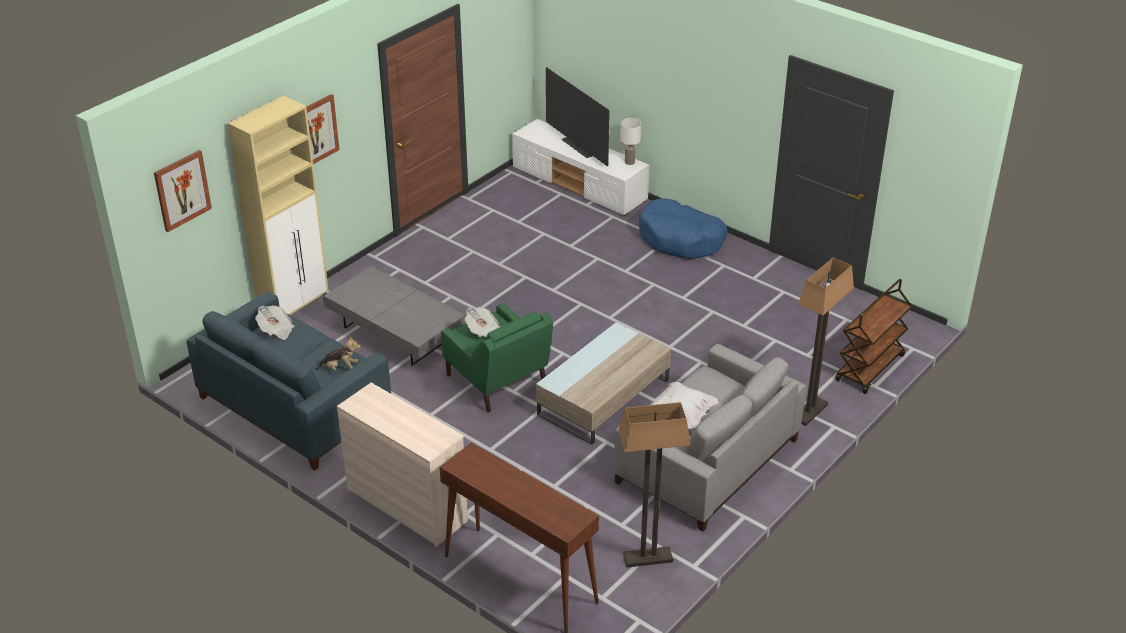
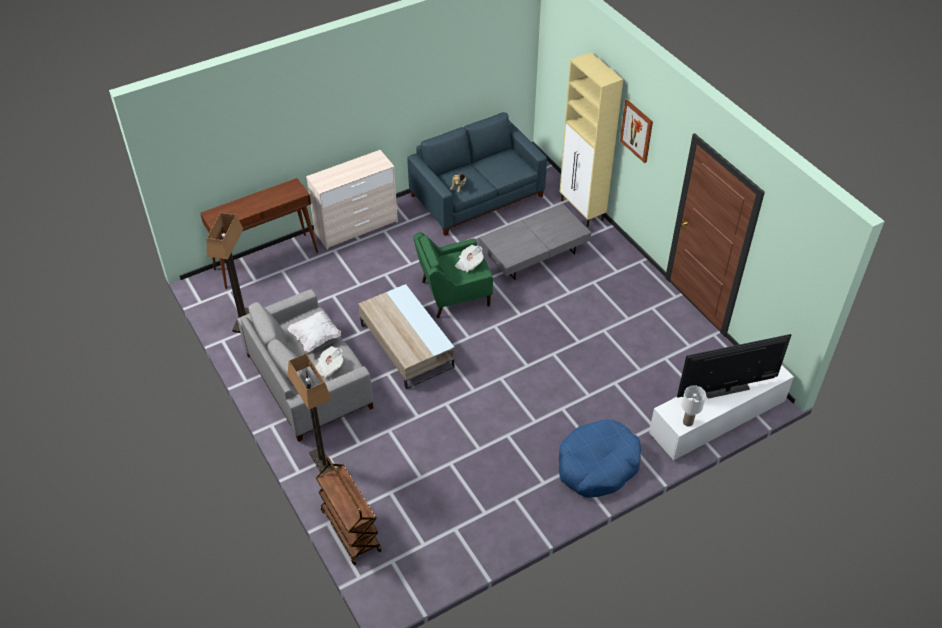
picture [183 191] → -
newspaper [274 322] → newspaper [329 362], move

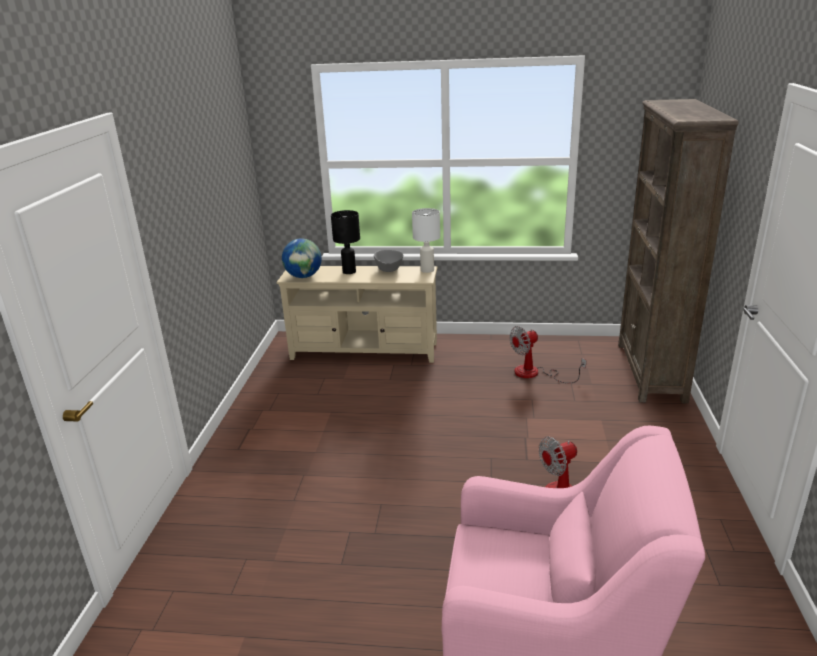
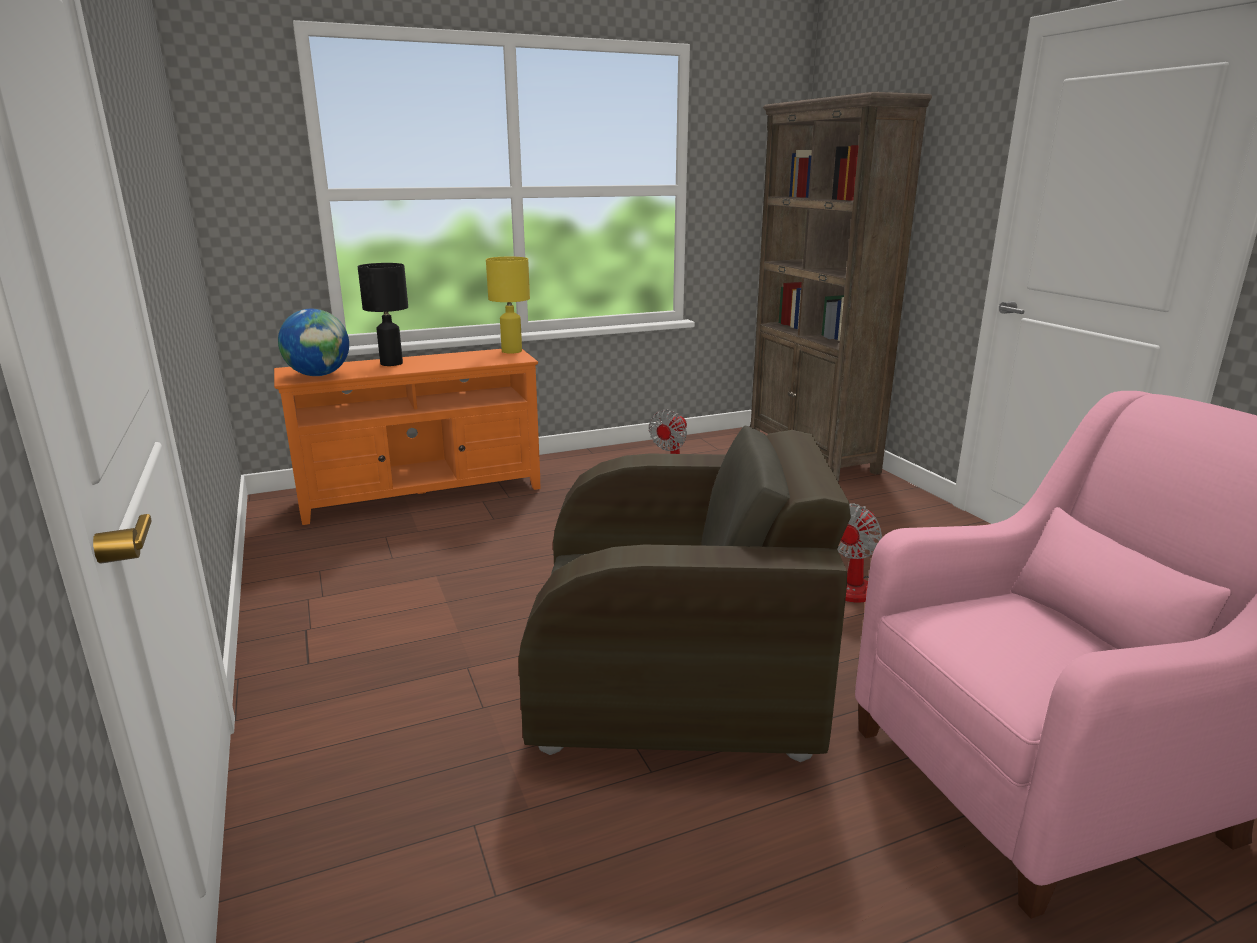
tv stand (beige) [357 314] → tv stand (orange) [407 437]
bowl (grey) [388 261] → -
table lamp (white) [426 240] → table lamp (yellow) [508 305]
- → armchair (brown) [684 594]

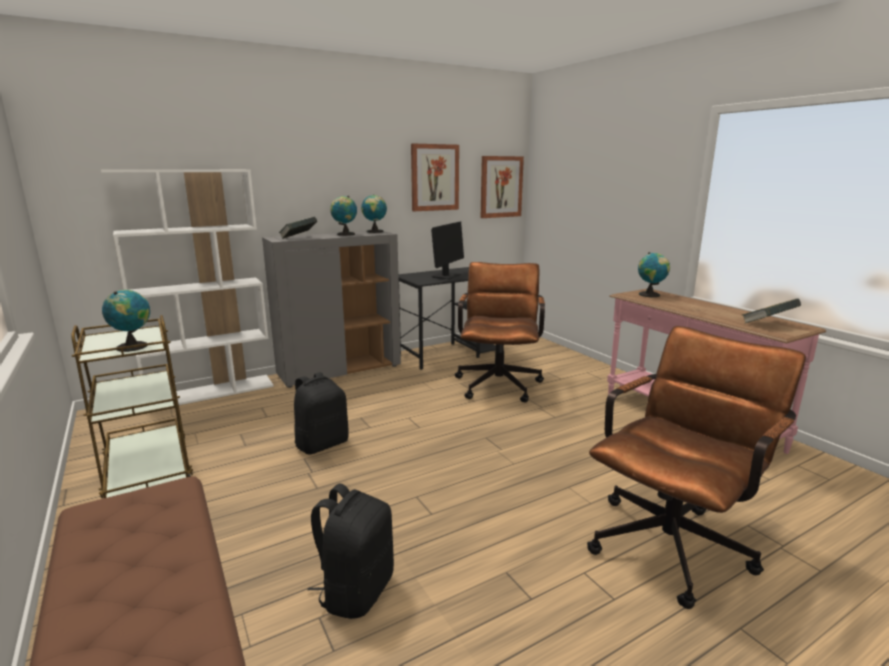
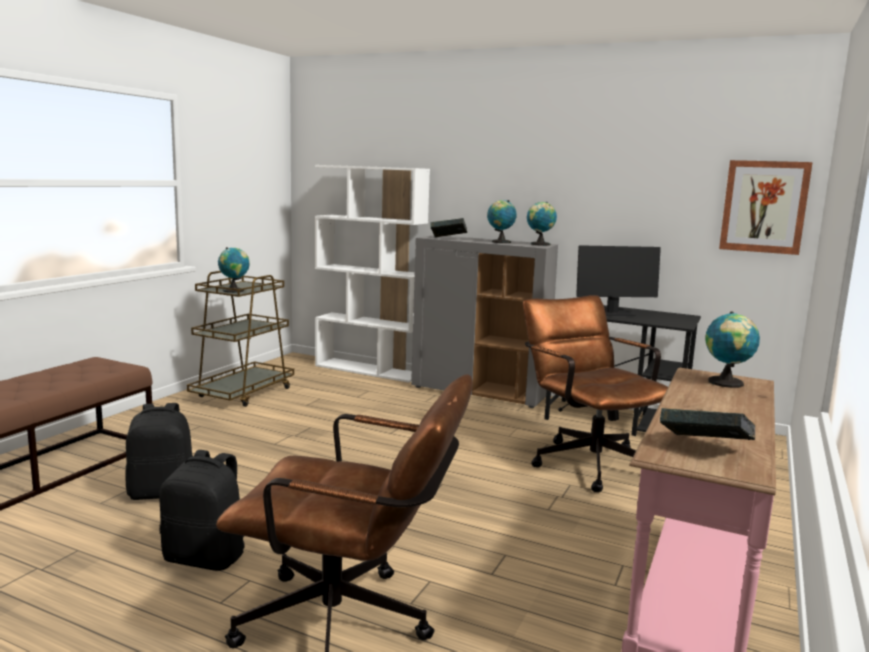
backpack (black) [321 413] → backpack (black) [202 510], move
picture [435 177] → -
office chair (brown) [499 332] → office chair (brown) [595 394], 90 degrees counterclockwise

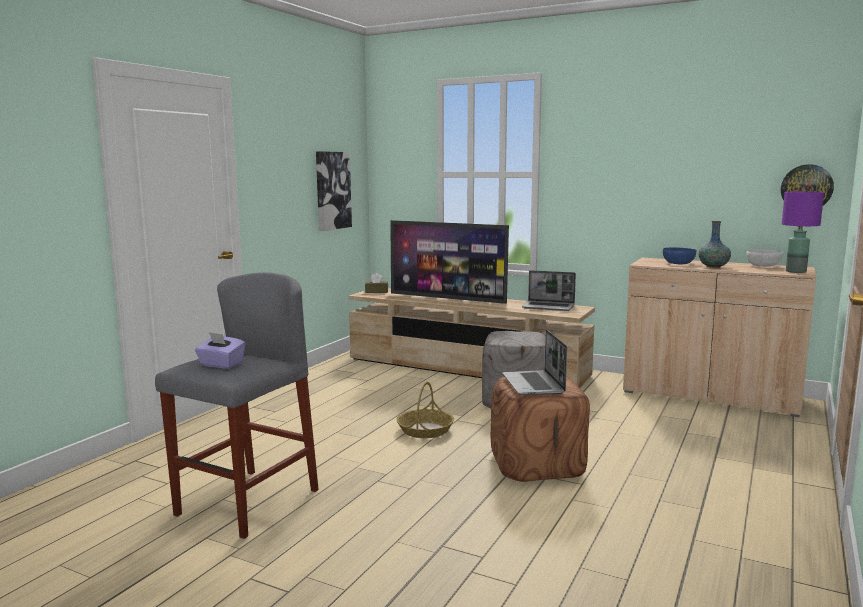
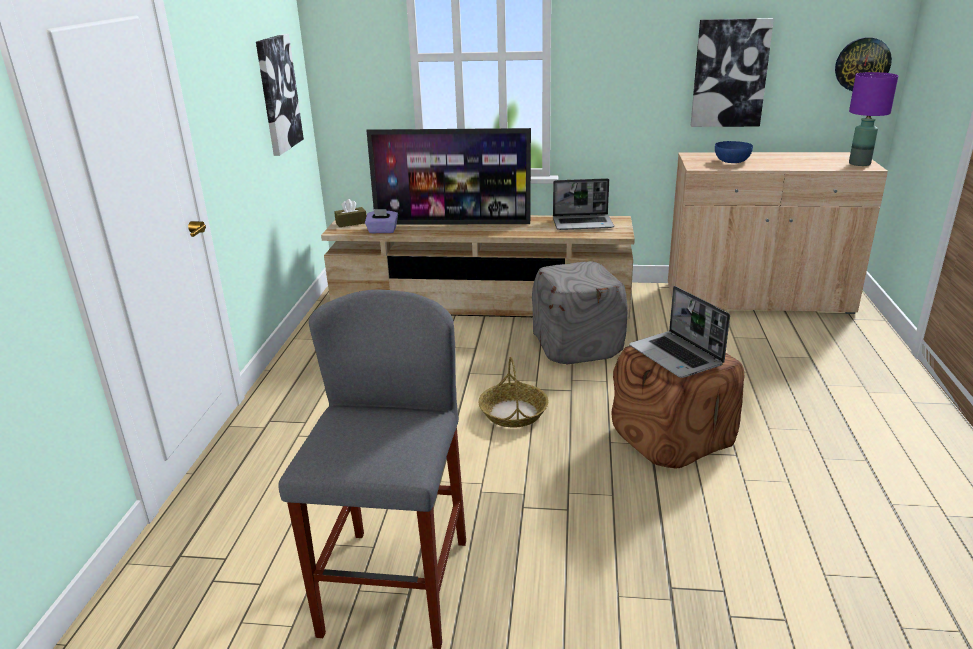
tissue box (purple) [220 350] → tissue box (purple) [381 221], move
vase [715 244] → -
bowl (white) [765 258] → -
- → picture [732 72]

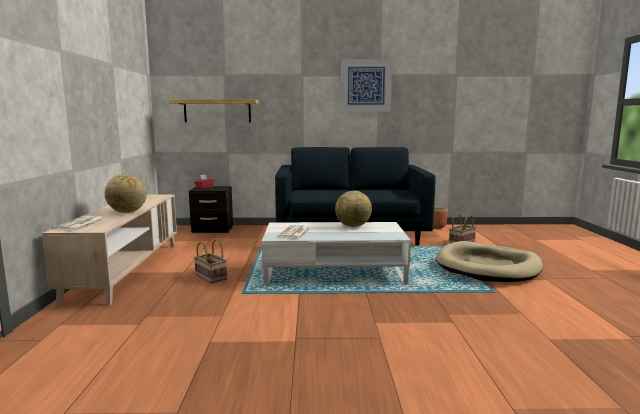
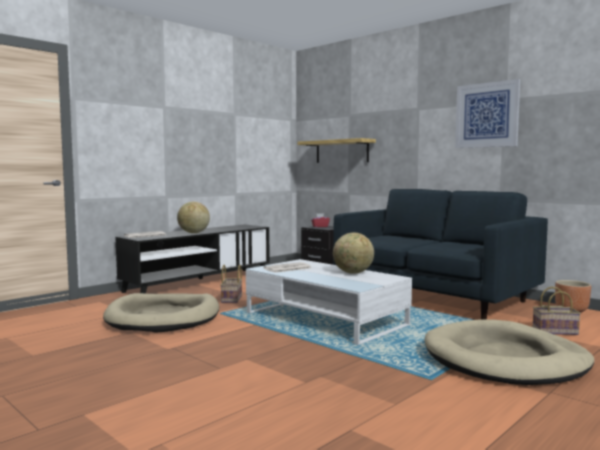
tv stand (beige) [109 250] → tv stand (black) [192 258]
- → dog bed (beige) [161 313]

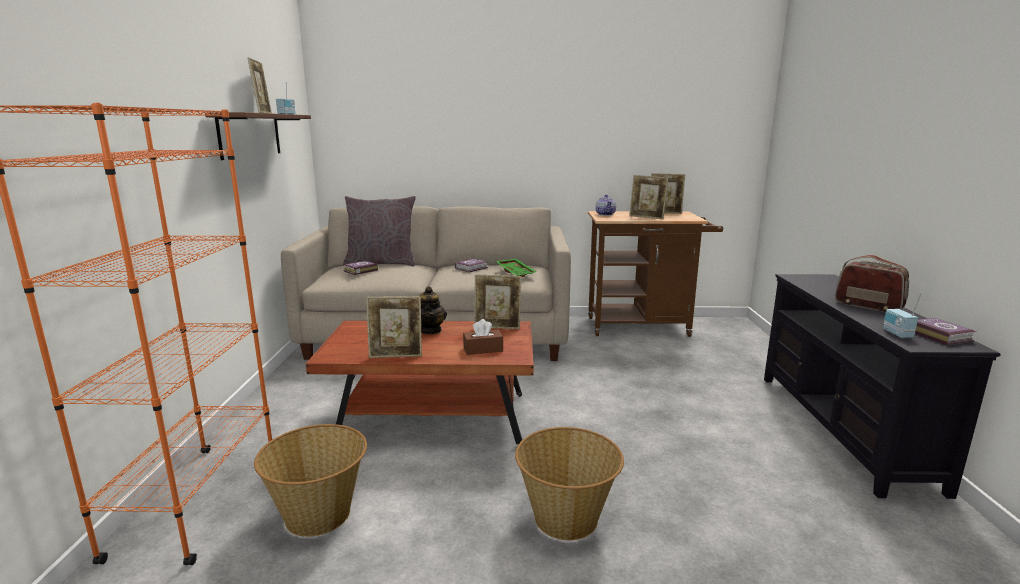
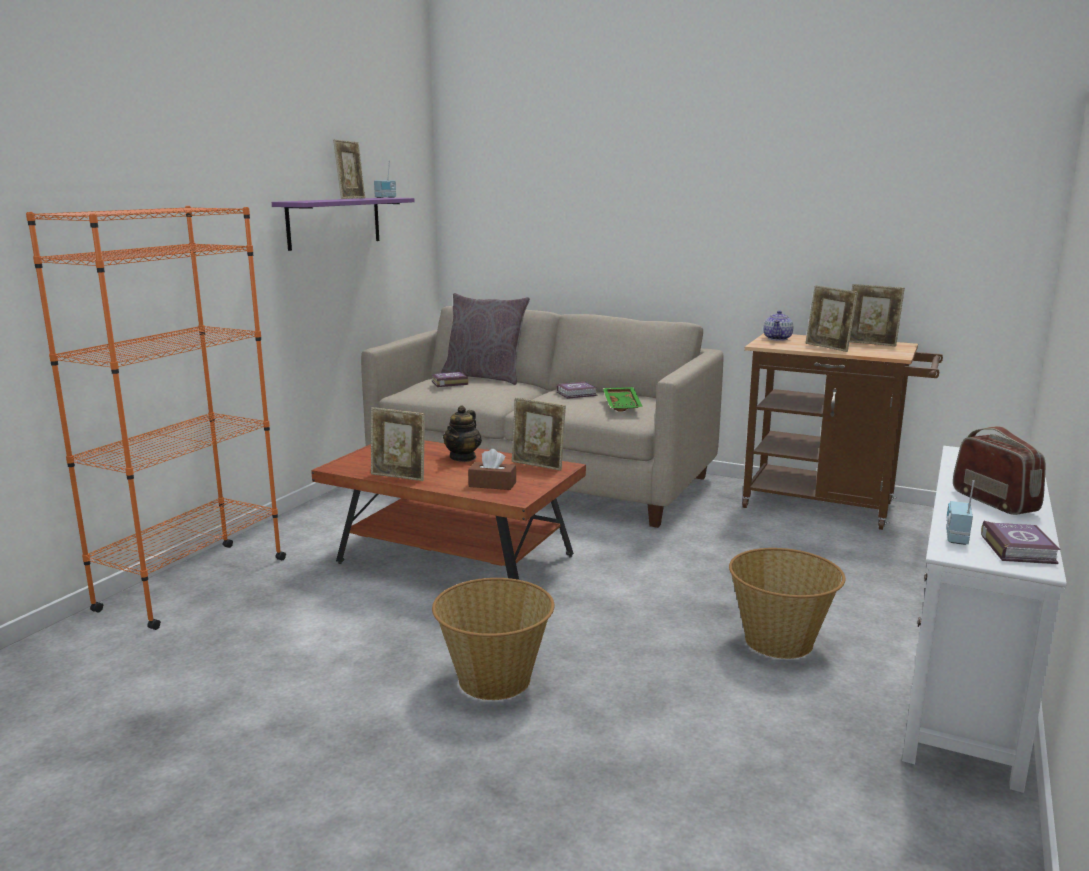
shelf (brown) [258 136] → shelf (purple) [343 224]
basket [310 480] → basket [787 603], move
tv stand (black) [882 386] → tv stand (white) [984 619]

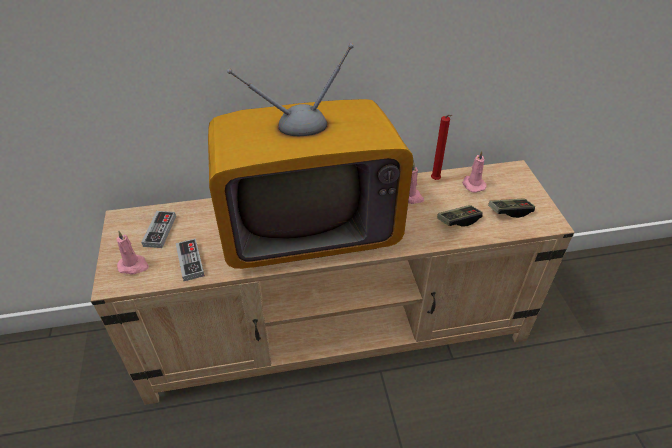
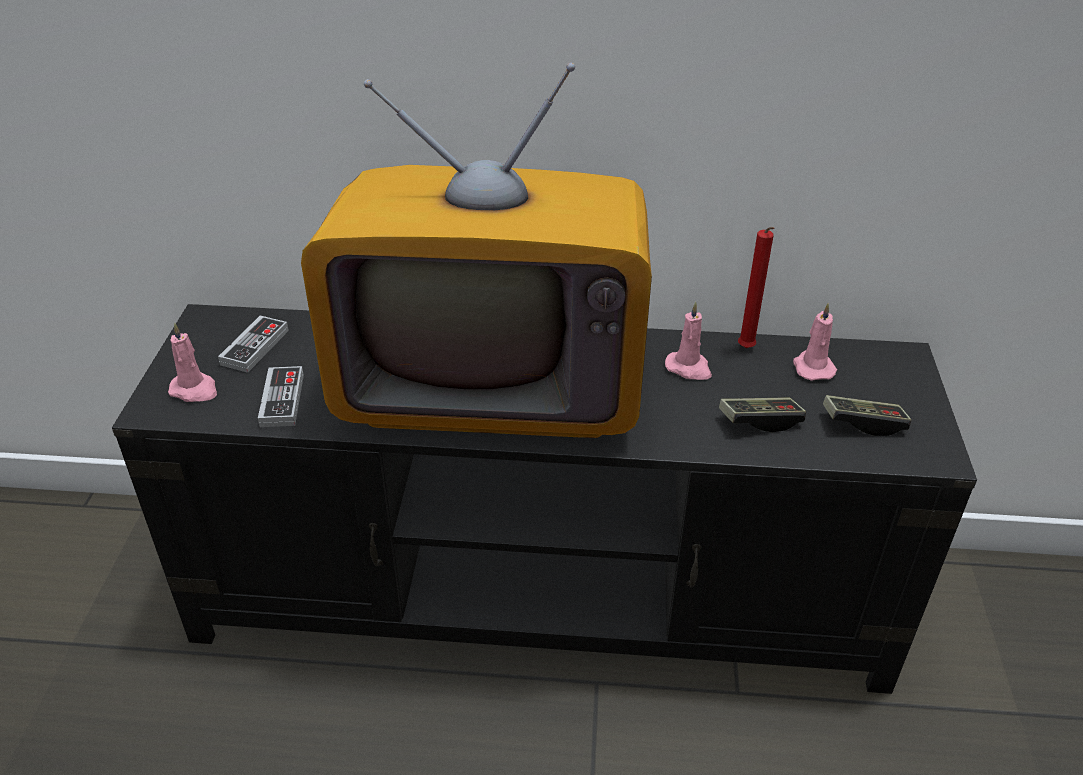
tv stand (beige) [333 282] → tv stand (black) [544 499]

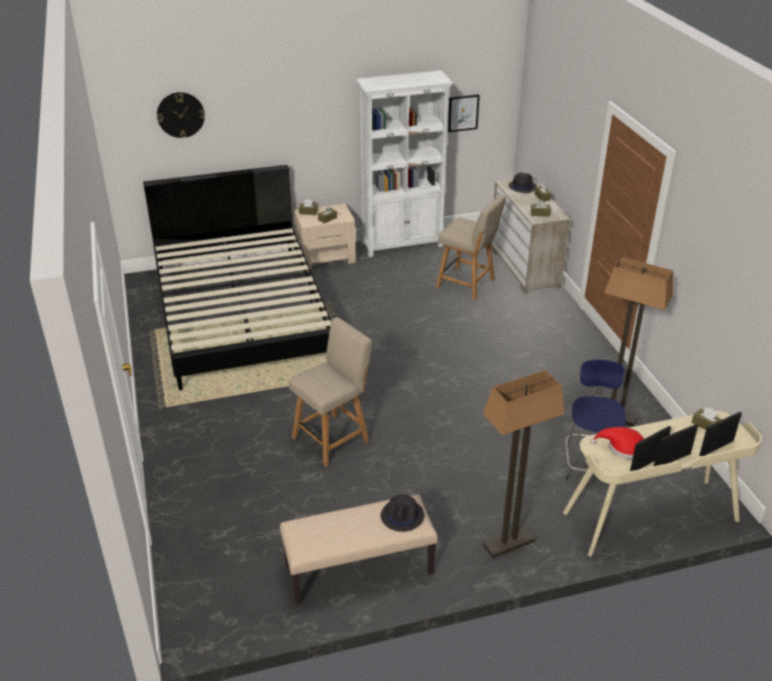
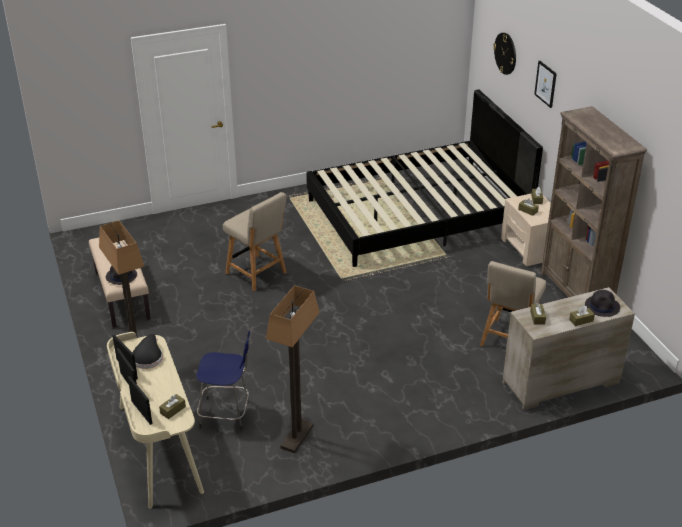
bookcase (white) [404 163] → bookcase (brown) [593 201]
picture [464 113] → picture [545 84], move
hat (red) [617 443] → hat (black) [147 351]

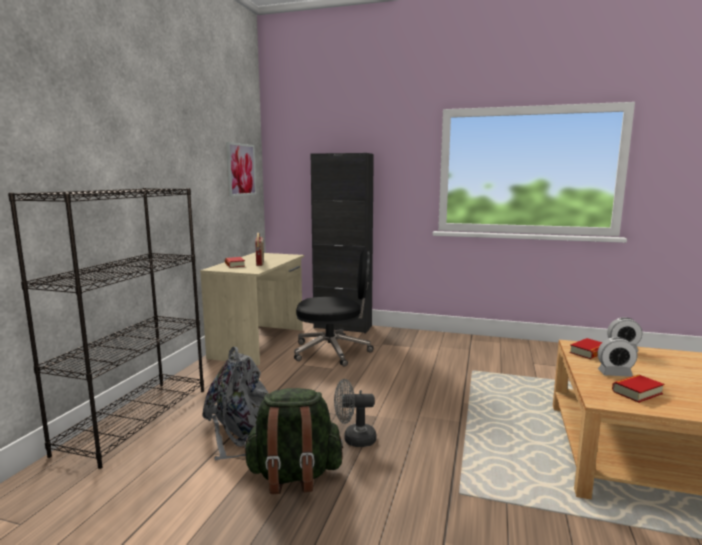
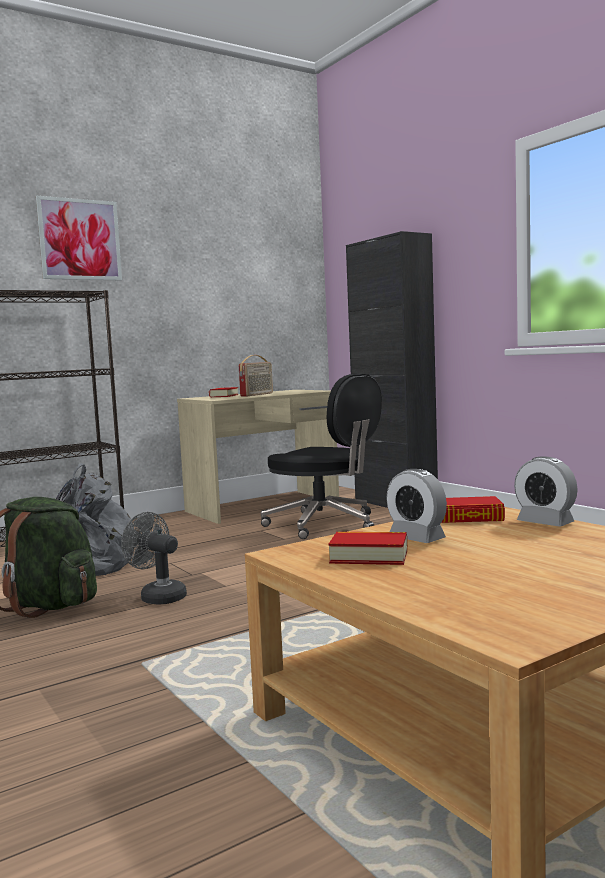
picture [241 169] → picture [79 238], move

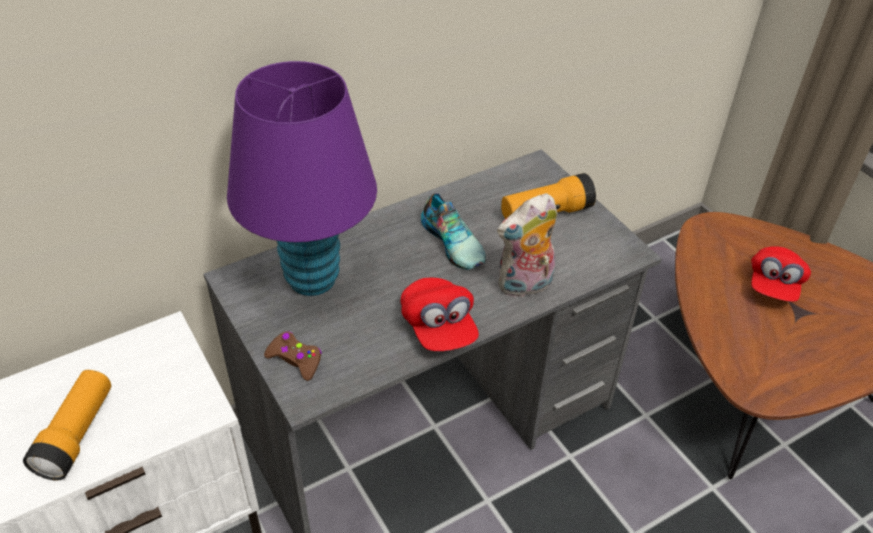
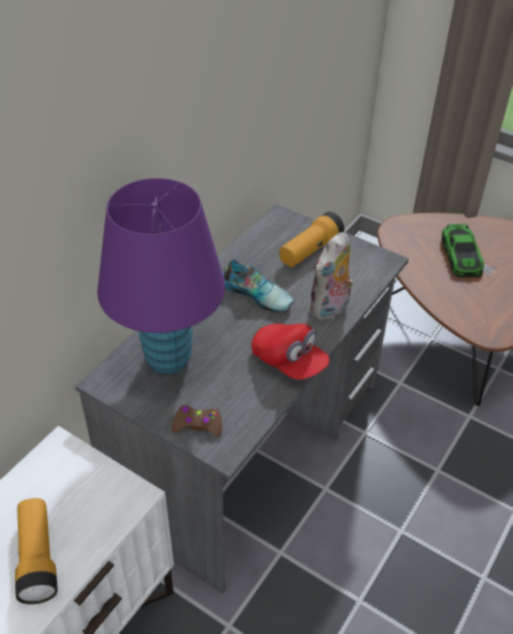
cap (red) [781 274] → toy car [463 251]

